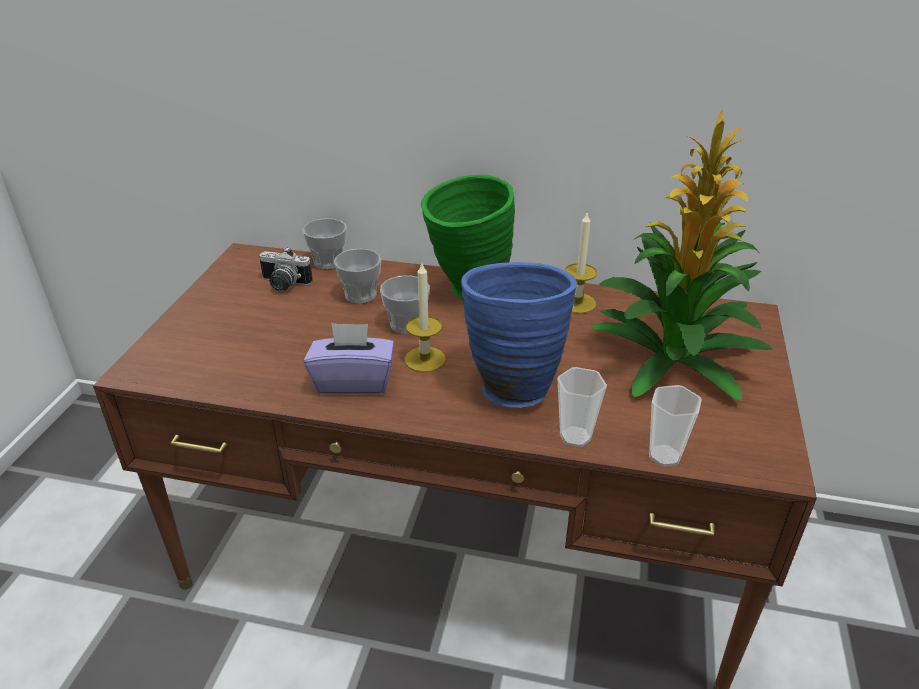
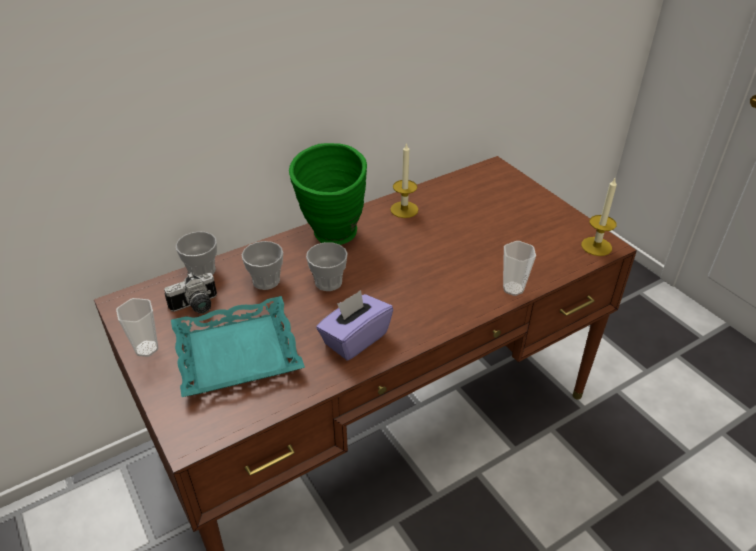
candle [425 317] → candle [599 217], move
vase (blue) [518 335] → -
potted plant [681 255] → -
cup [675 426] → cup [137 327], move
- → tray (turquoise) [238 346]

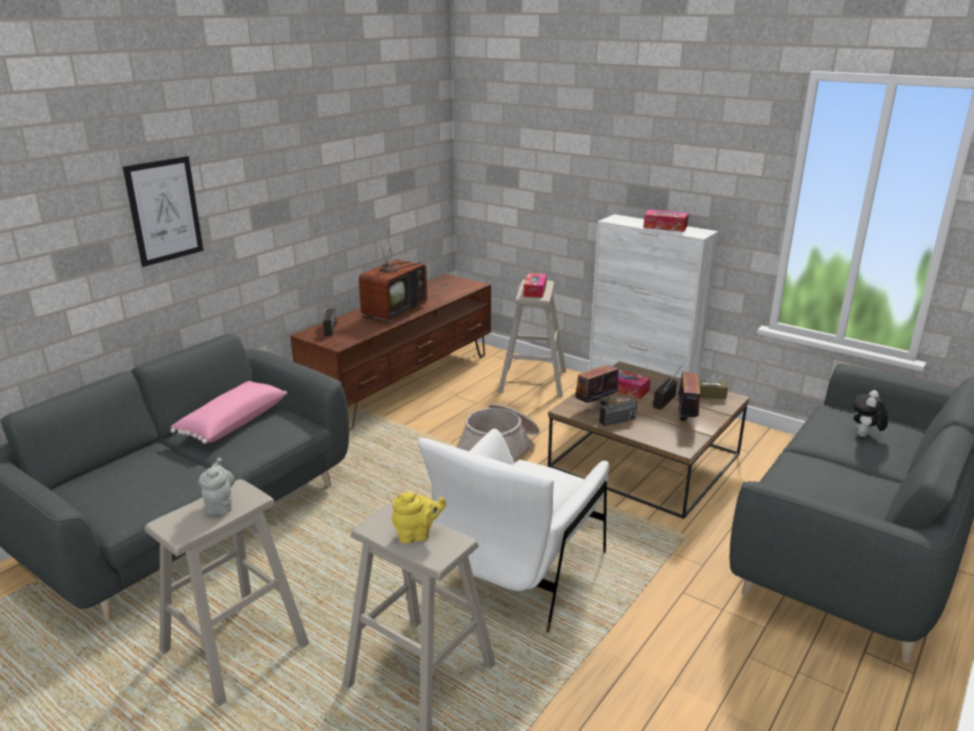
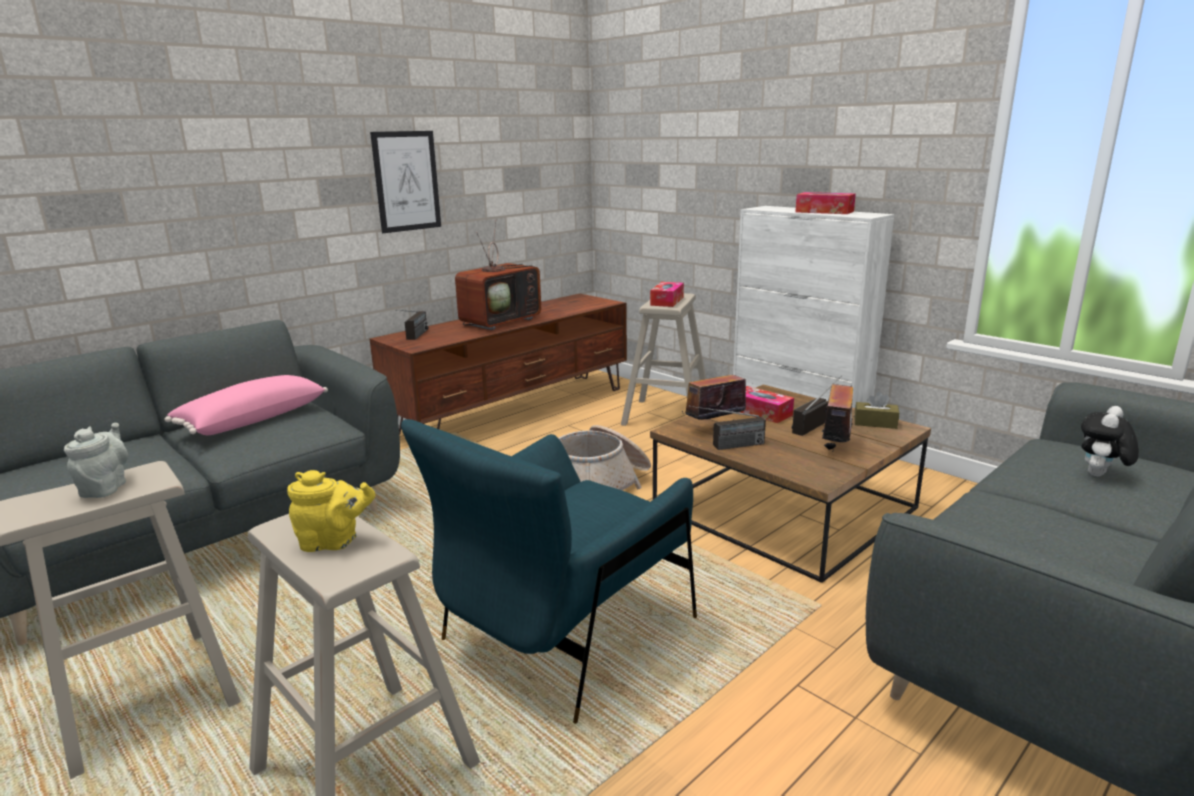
picture [163 211] → picture [405 182], move
armchair (white) [513 531] → armchair (blue) [549 571]

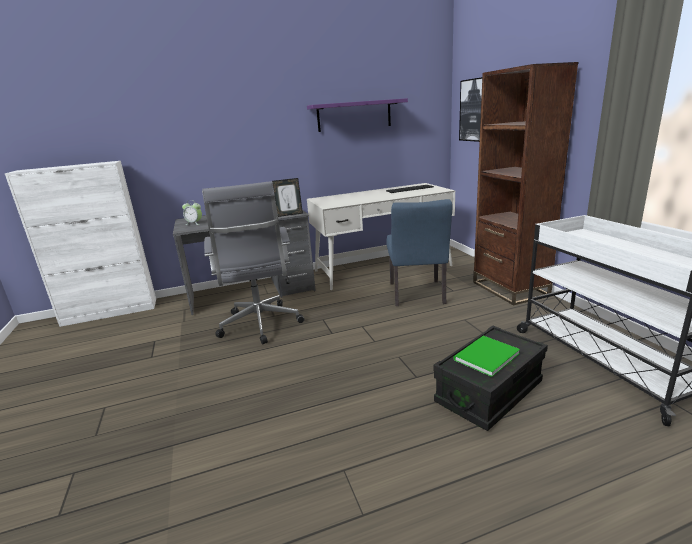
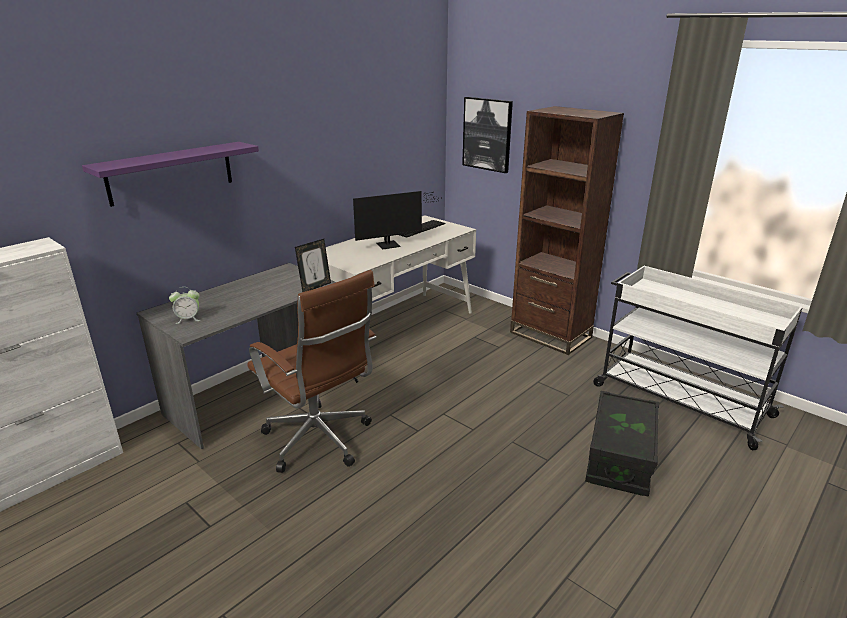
office chair (grey) [253 262] → office chair (brown) [311 371]
shelf (purple) [357 115] → shelf (purple) [170 174], move
chair (blue) [419 252] → -
book (green) [487 356] → -
- → monitor [398 220]

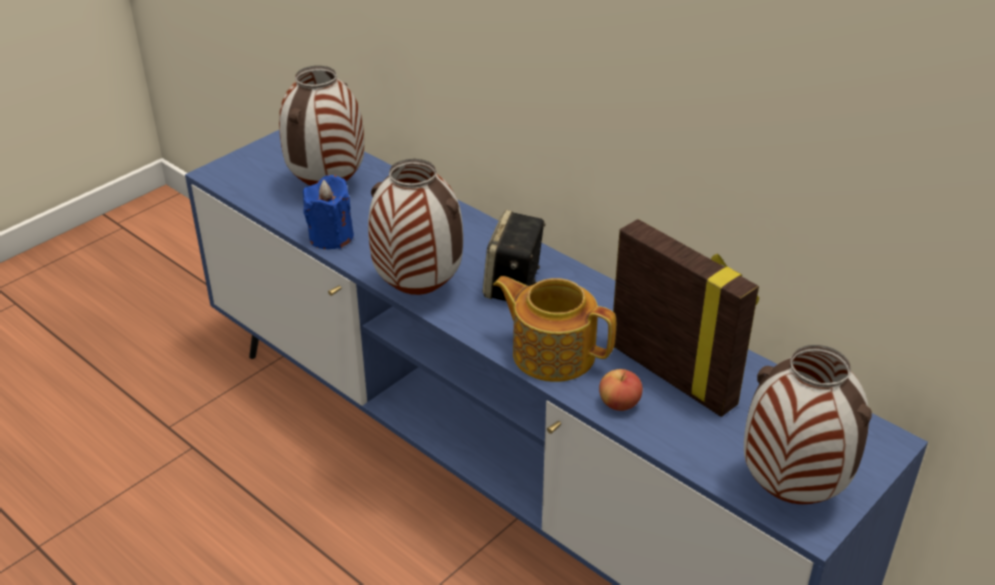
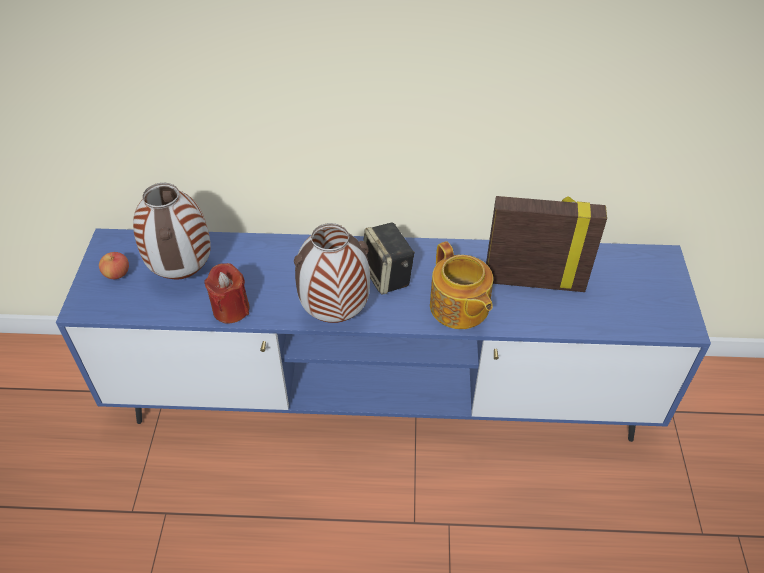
candle (blue) [328 212] → candle (red) [227 293]
teapot [554 329] → teapot [461 285], 105 degrees counterclockwise
apple [621 390] → apple [114 265], move
vase [808 424] → -

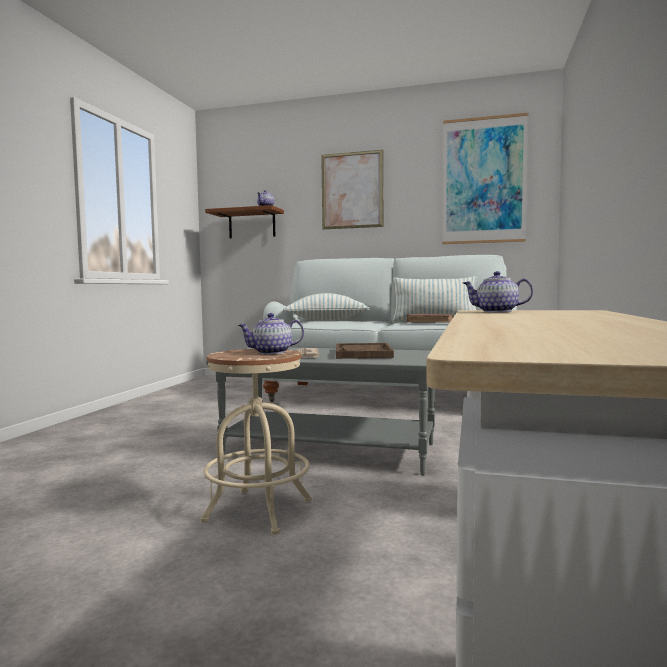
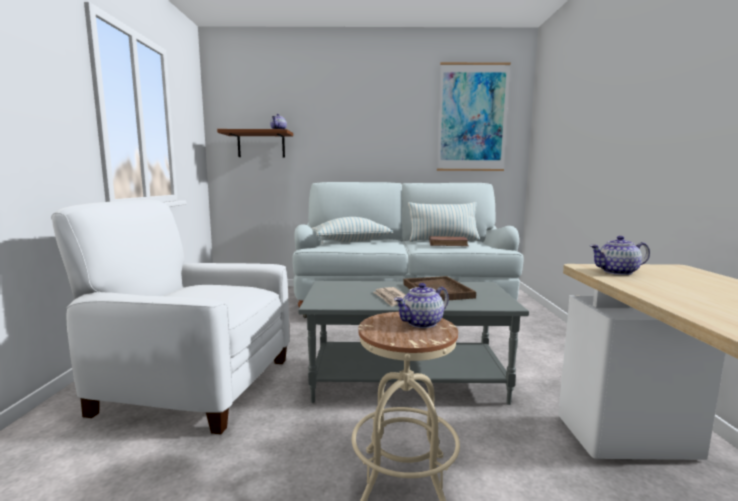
picture [352 189] → -
- → armchair (white) [170 317]

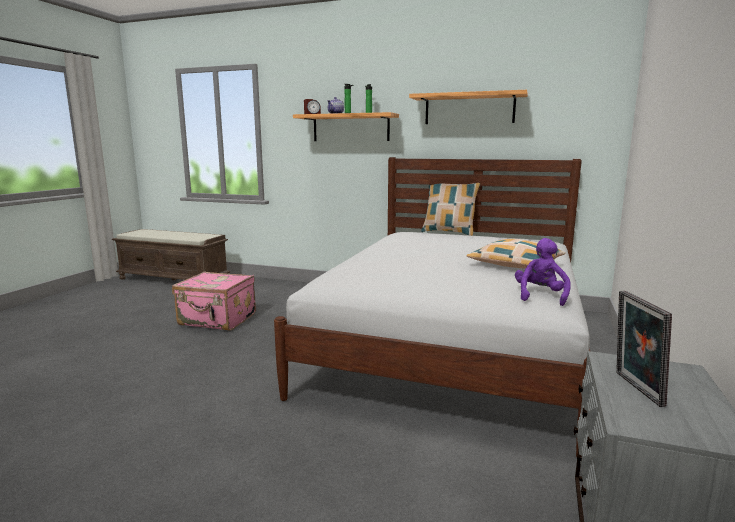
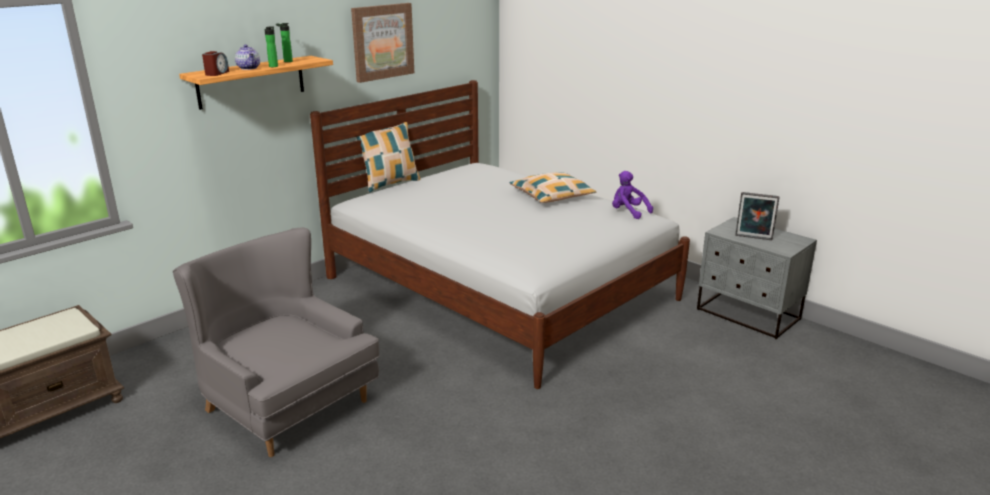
suitcase (pink) [214 301] → armchair (grey) [276 342]
shelf [468 107] → picture [382 43]

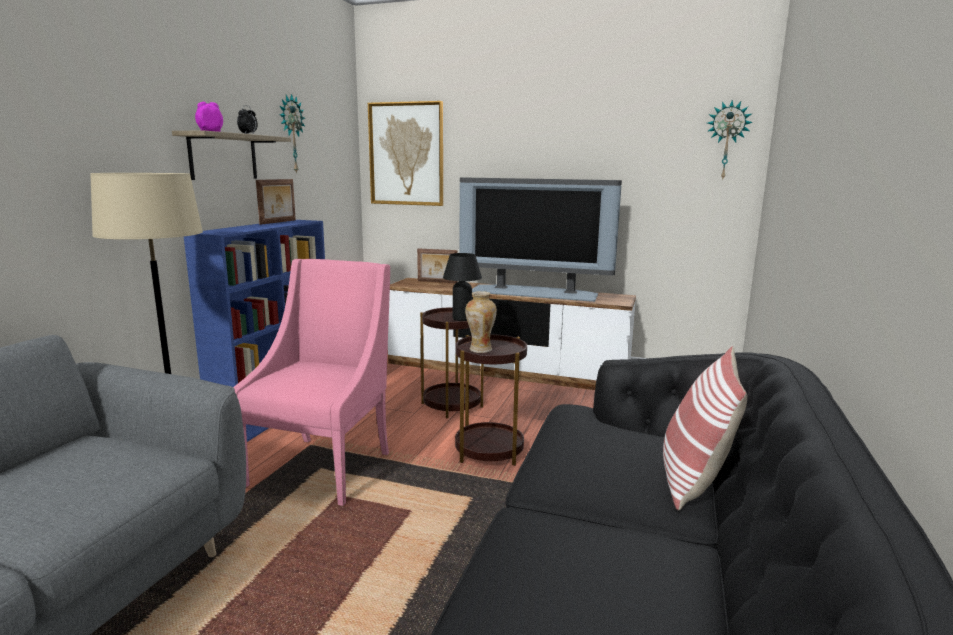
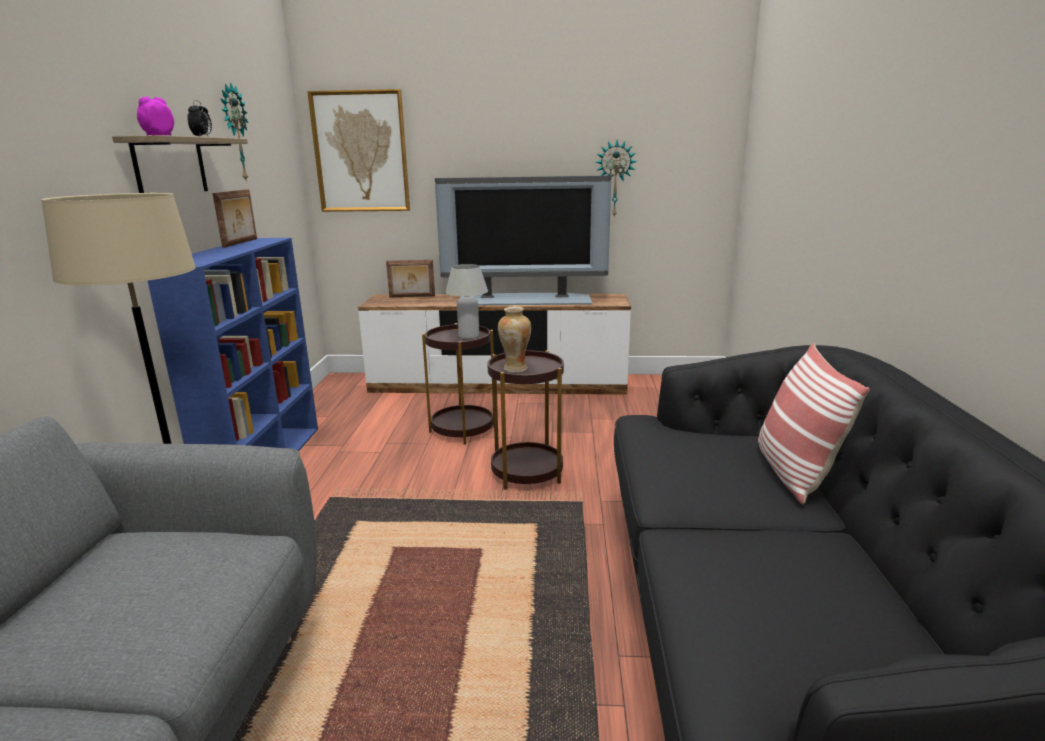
armchair (pink) [312 382] → -
table lamp (black) [462 287] → table lamp (white) [466 301]
wall clock [730 140] → wall clock [616 178], move

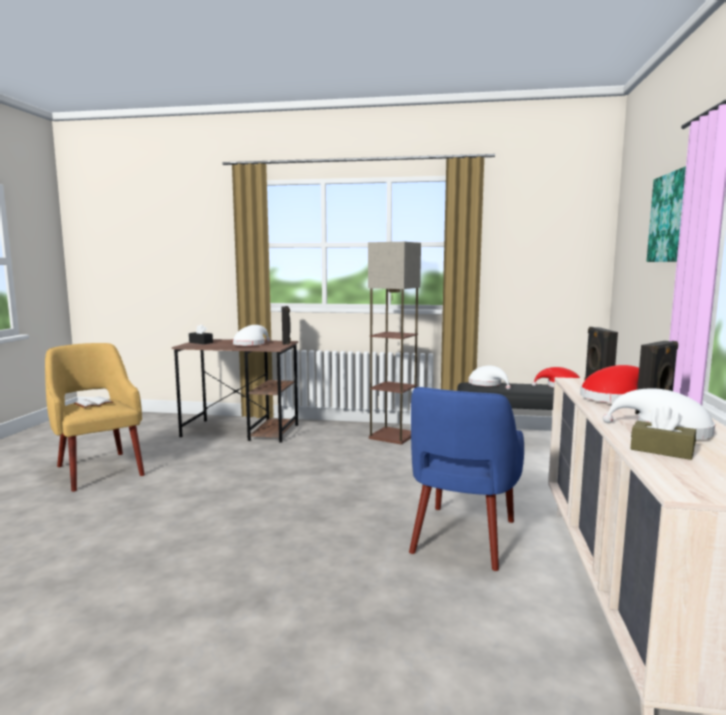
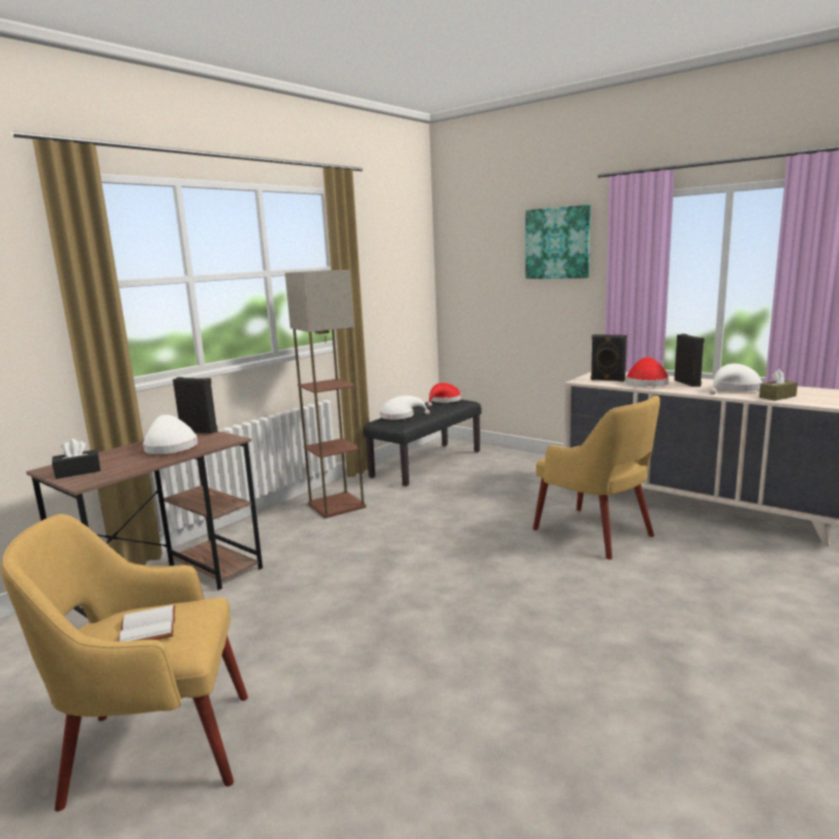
armchair (blue) [466 479] → armchair (yellow) [596 477]

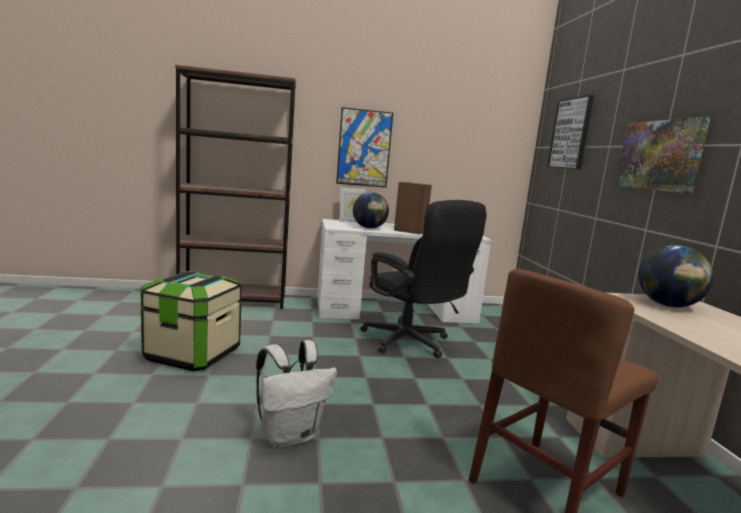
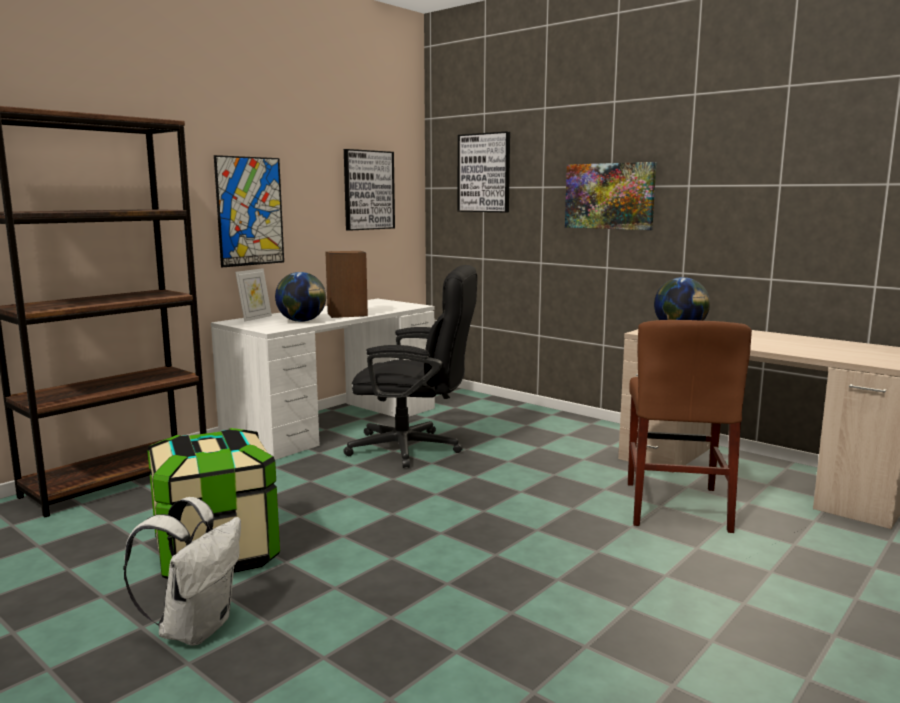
backpack (white) [296 394] → backpack (white) [182 571], move
- → picture [369 190]

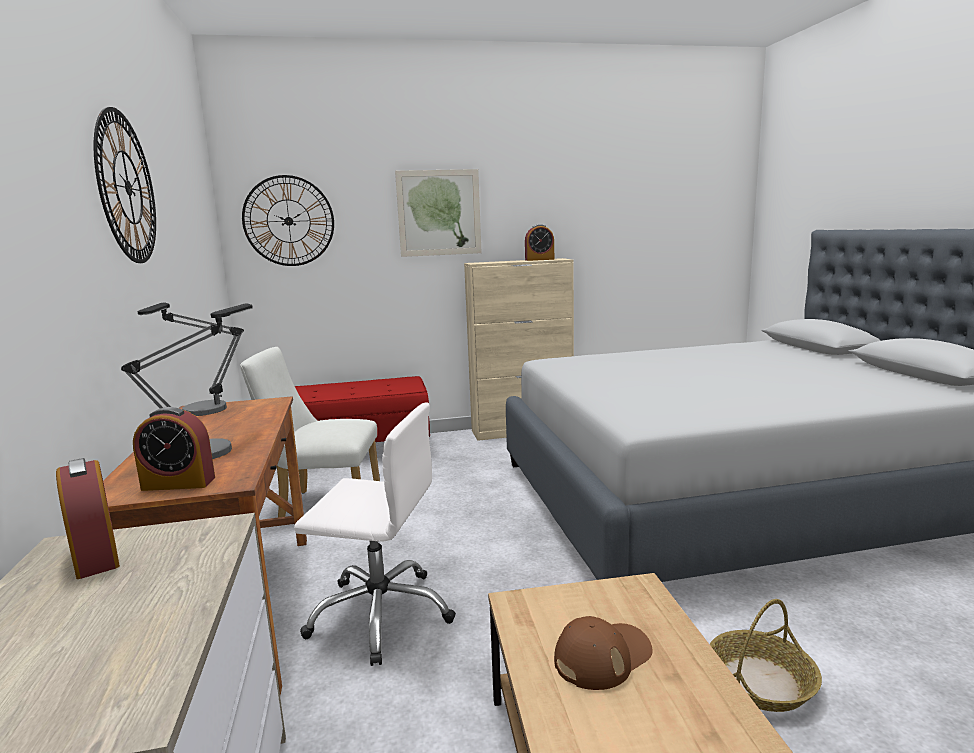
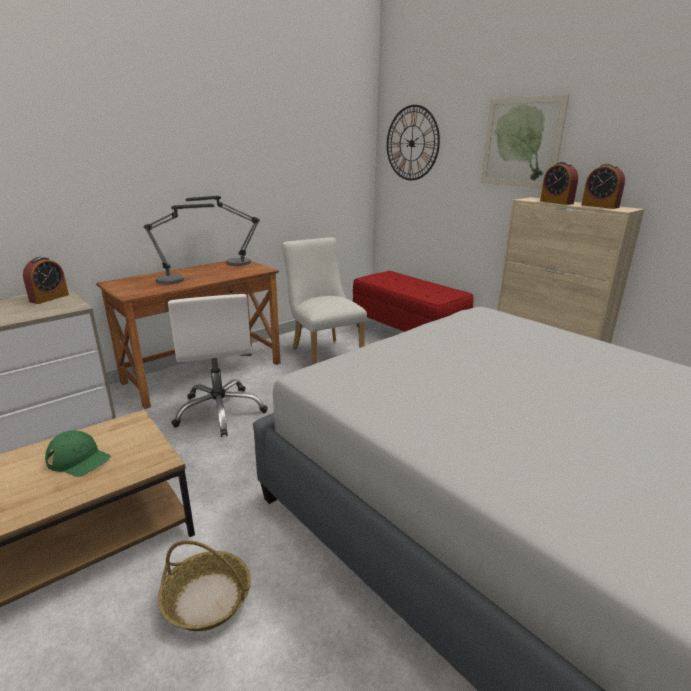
wall clock [125 185] → -
alarm clock [174 449] → alarm clock [559 183], move
cap (brown) [603 653] → cap (green) [78 453]

